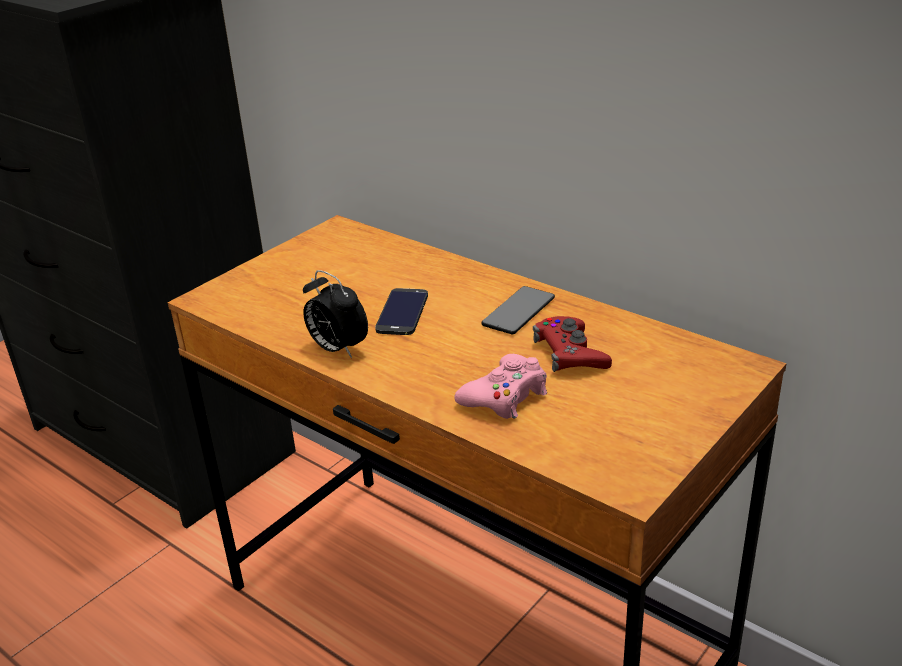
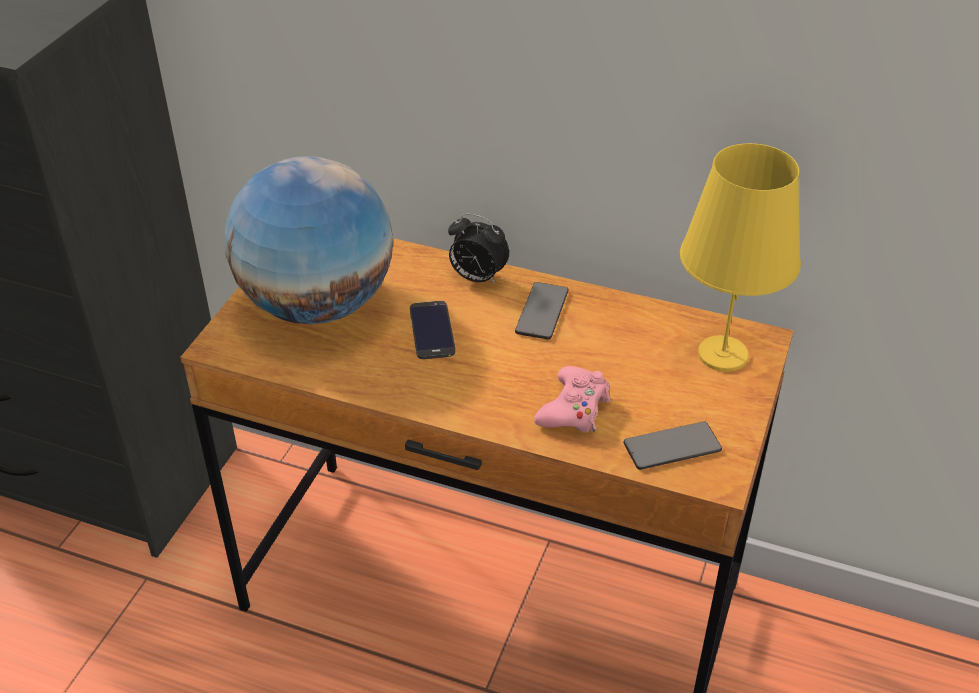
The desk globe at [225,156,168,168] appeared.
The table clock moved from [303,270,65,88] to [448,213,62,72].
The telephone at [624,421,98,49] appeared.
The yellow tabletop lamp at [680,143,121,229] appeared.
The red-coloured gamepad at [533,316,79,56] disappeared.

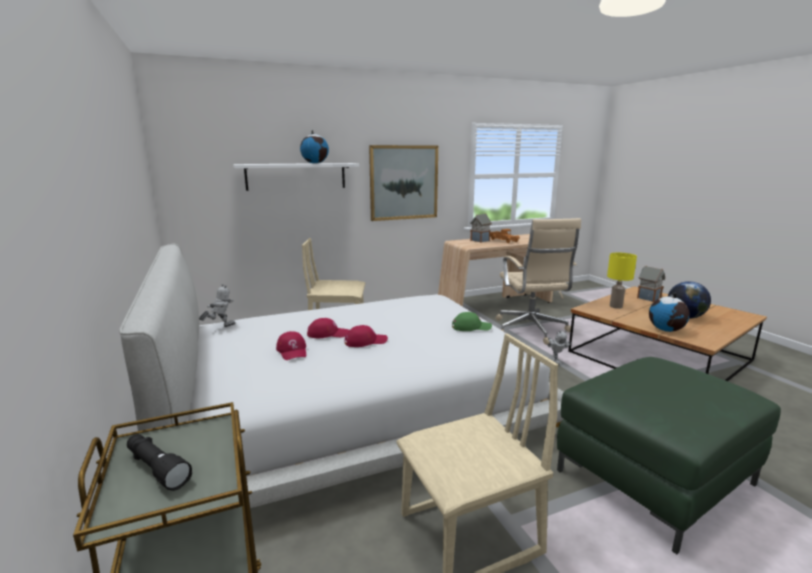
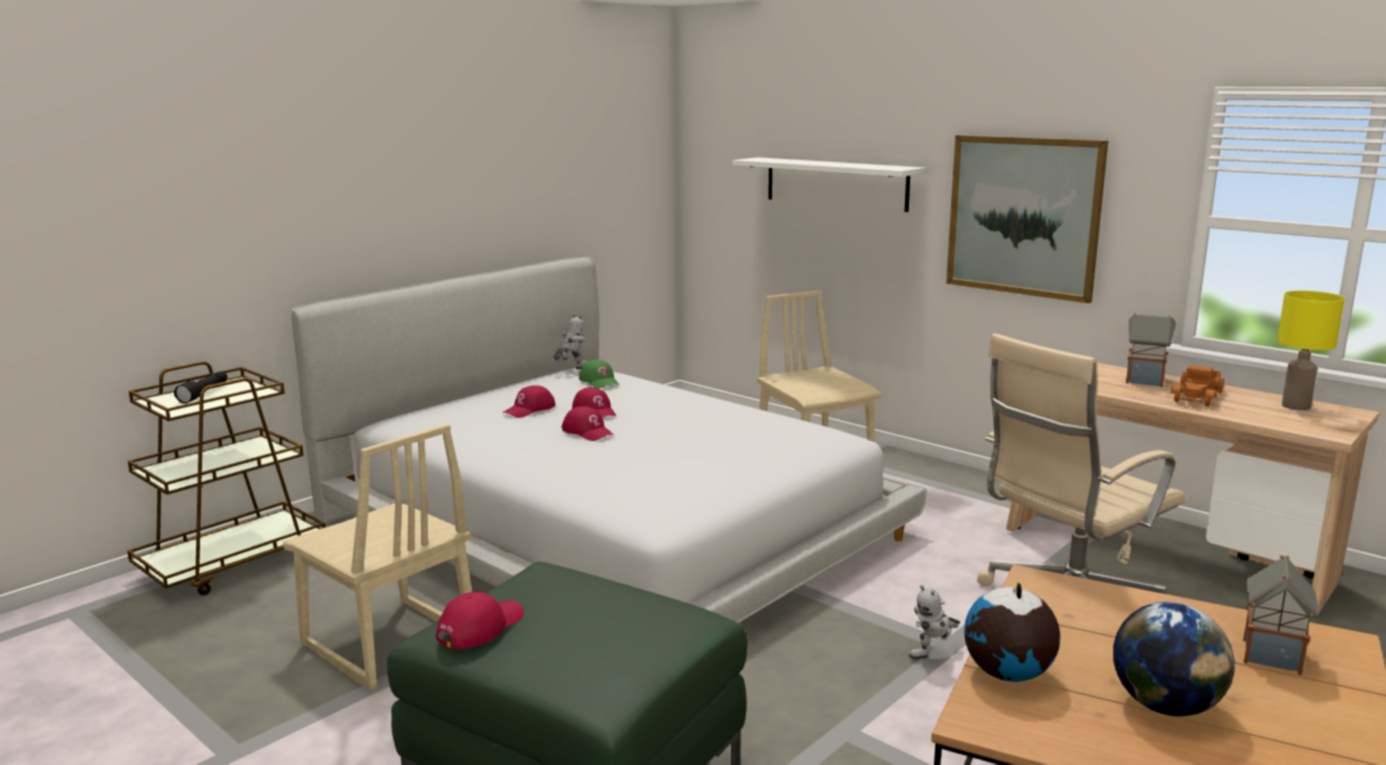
The red-coloured cap at [436,592,88,57] appeared.
The toy robot at [199,284,36,43] turned 75 degrees counterclockwise.
The green-coloured cap moved from [452,312,40,19] to [579,359,40,29].
The yellow tabletop lamp moved from [607,252,30,57] to [1277,291,68,119].
The desk globe at [300,130,29,34] disappeared.

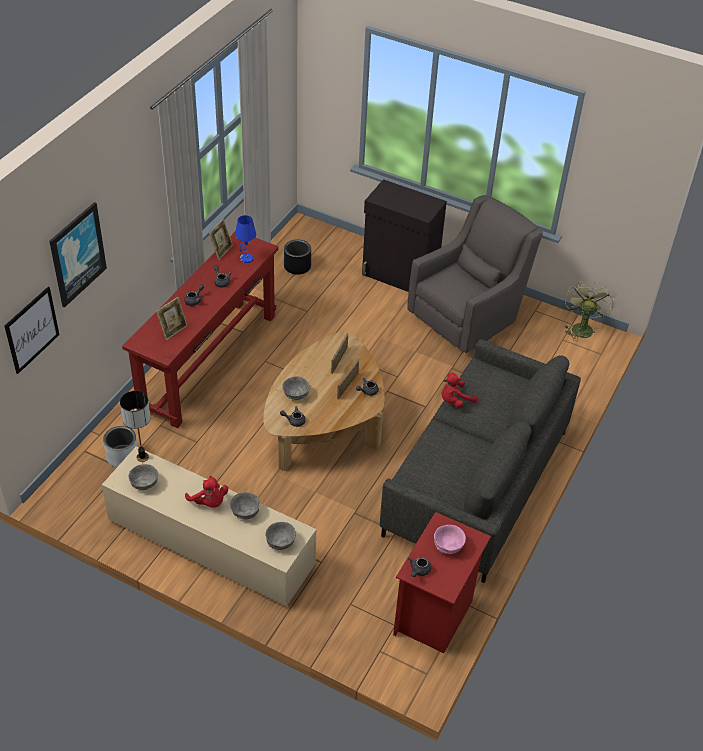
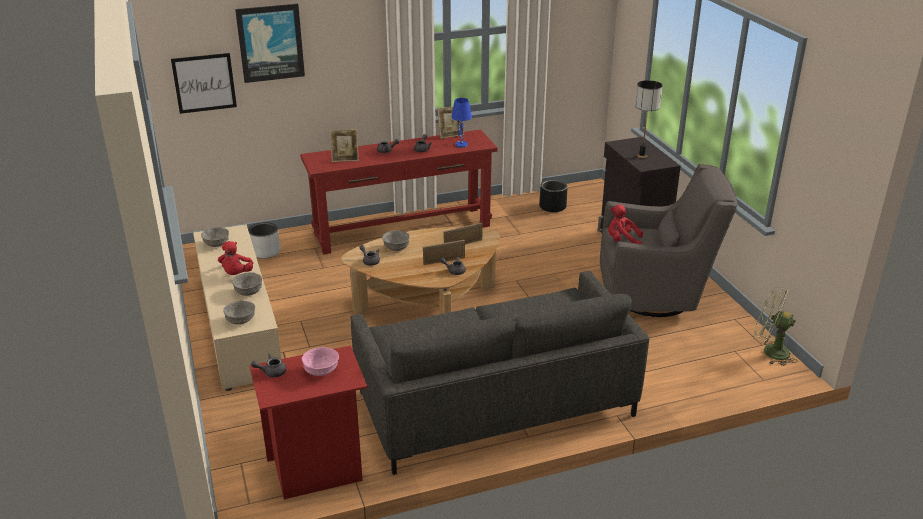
The red-coloured cuddly toy moved from [442,372,36,36] to [608,204,35,40].
The tabletop lamp moved from [120,391,31,71] to [635,80,28,78].
The green-coloured electric fan at [565,281,49,60] turned 120 degrees counterclockwise.

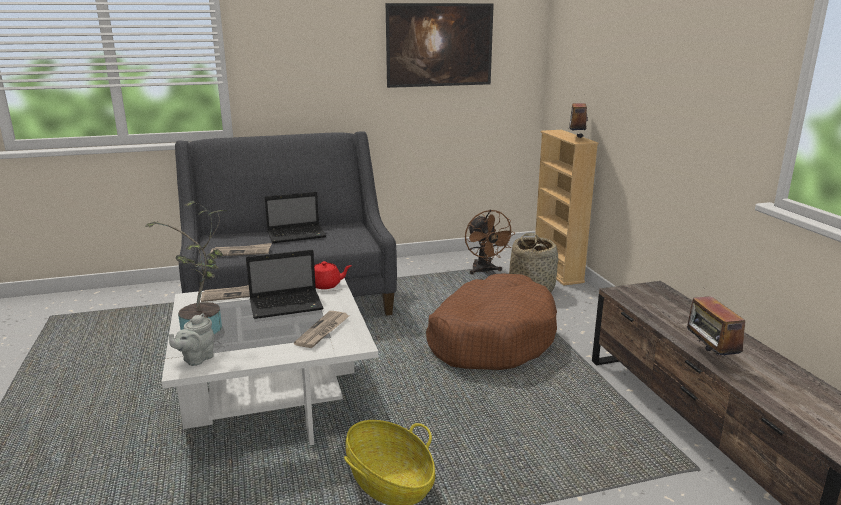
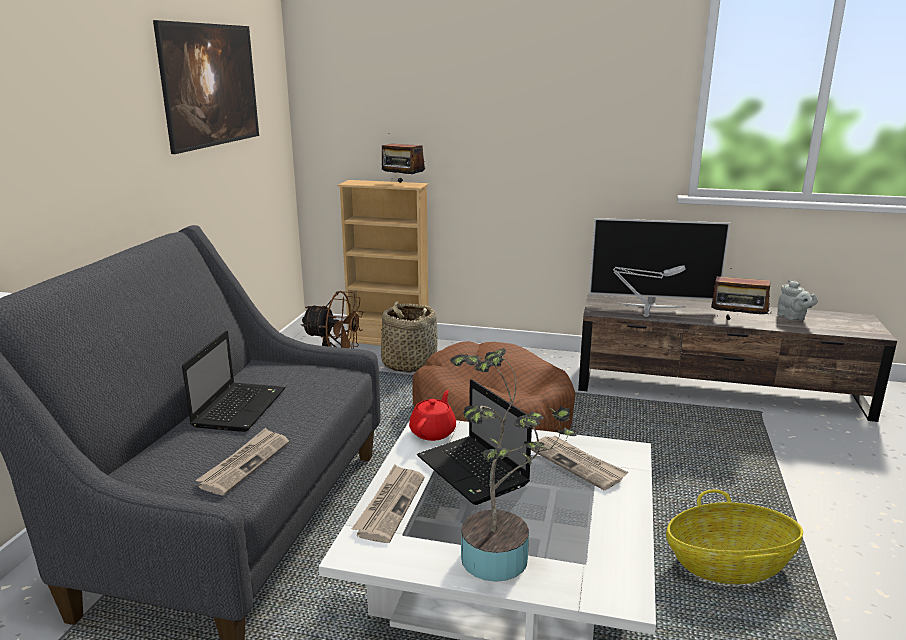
The portable computer at [246,250,77,69] turned 135 degrees clockwise.
The TV at [589,218,141,90] appeared.
The grey tabletop lamp at [613,266,73,51] appeared.
The grey pot for tea moved from [169,313,45,53] to [777,280,41,41].

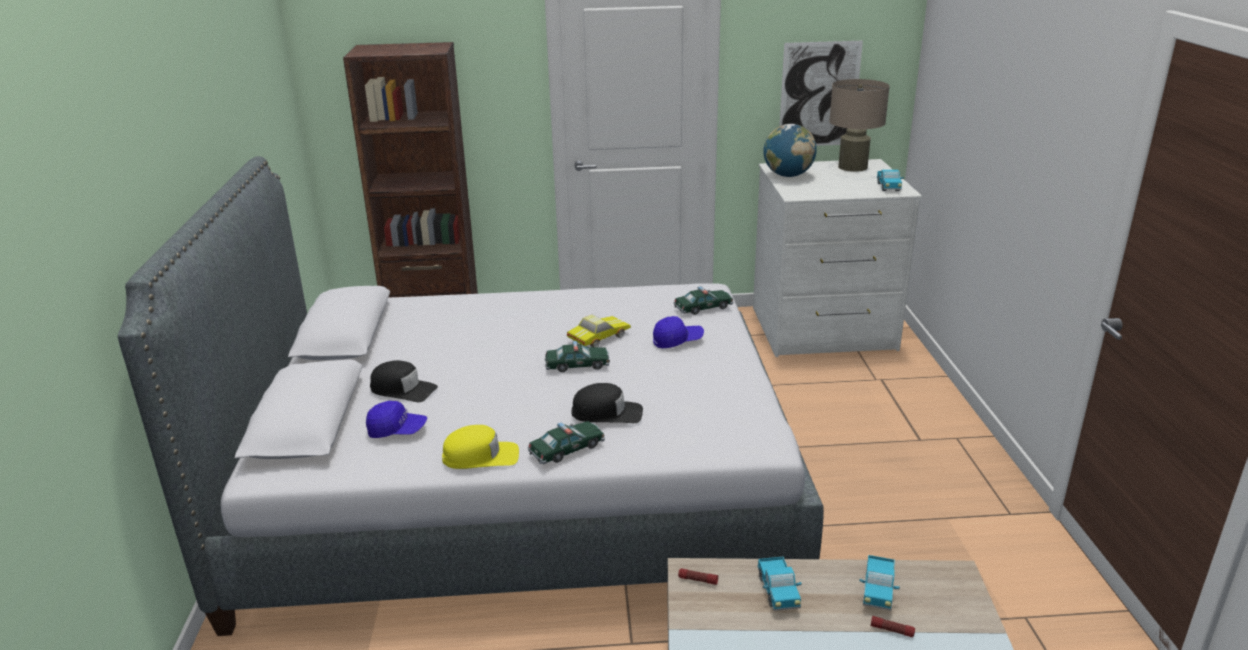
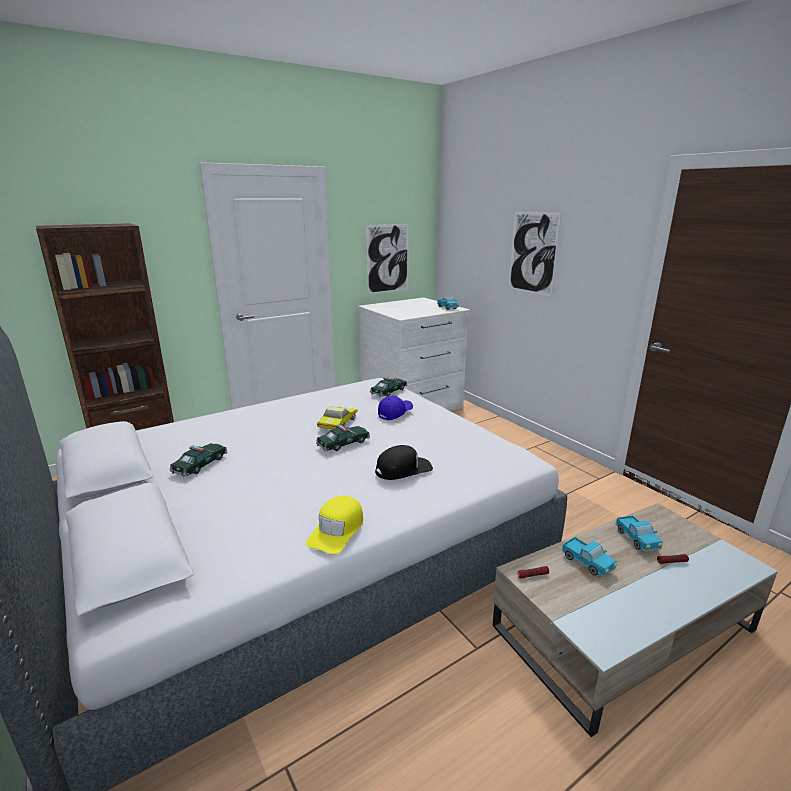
The model car moved from [528,421,77,43] to [169,443,59,34].
The yellow cap at [442,425,77,44] turned 150 degrees clockwise.
The picture at [509,211,52,86] appeared.
The blue-coloured cap at [366,401,61,37] disappeared.
The blackish cap at [370,360,68,42] disappeared.
The desk globe at [763,124,54,53] disappeared.
The sand-coloured tabletop lamp at [829,79,61,93] disappeared.

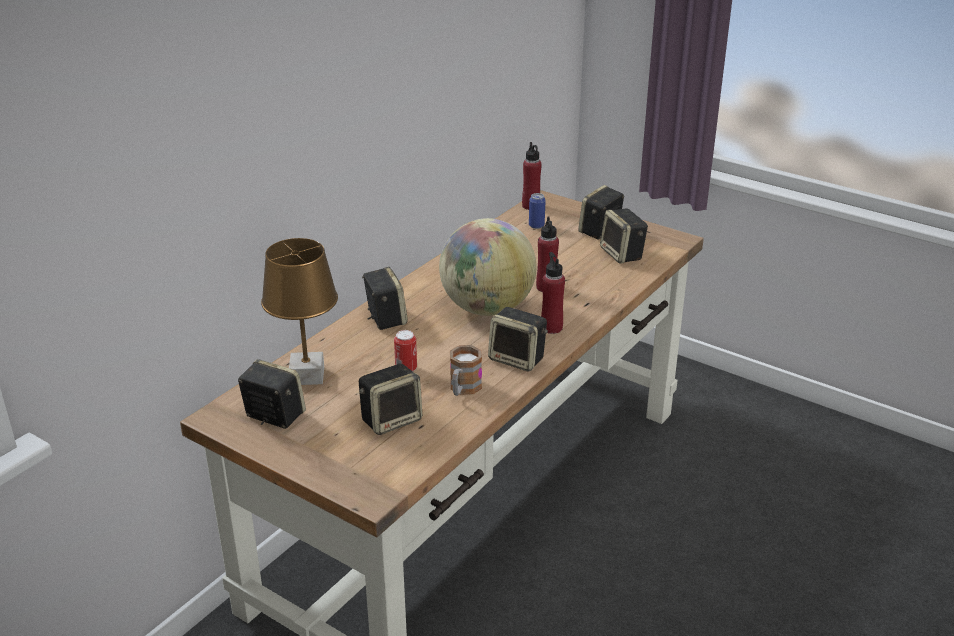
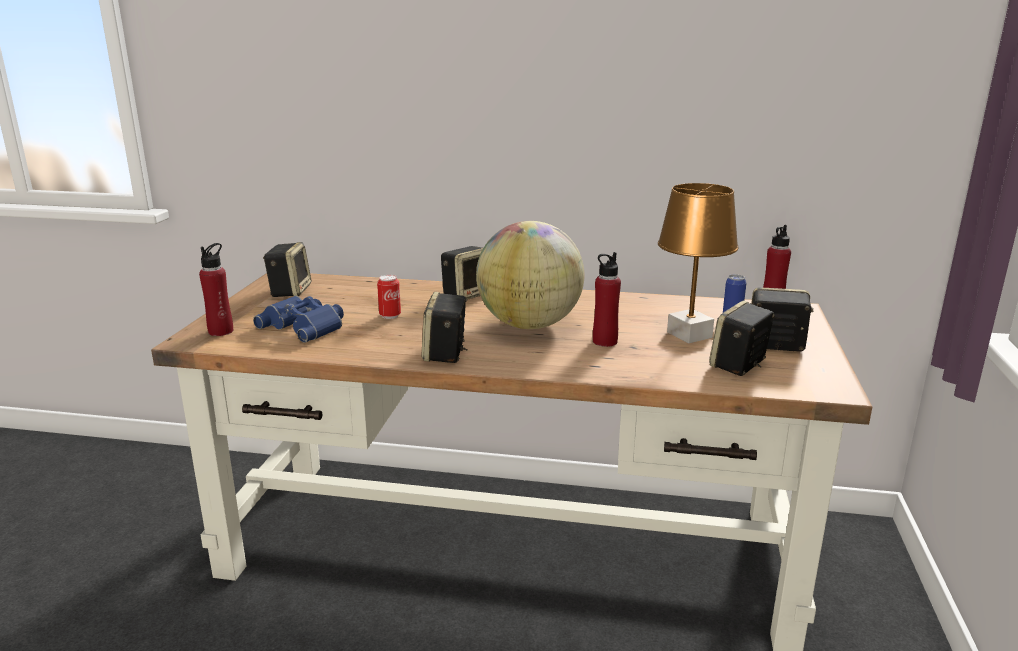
The red-coloured beverage bottle moved from [541,252,24,82] to [199,243,34,93].
The audio speaker at [359,364,63,71] was replaced by the blue-coloured pair of binoculars at [253,296,91,47].
The brown tabletop lamp moved from [261,238,77,147] to [658,183,81,160].
The mug at [450,345,32,51] disappeared.

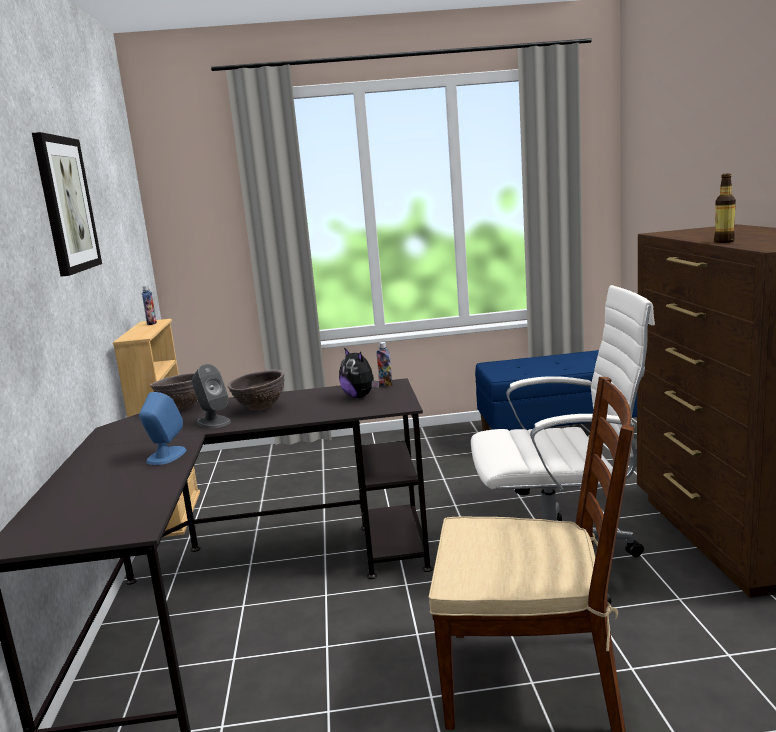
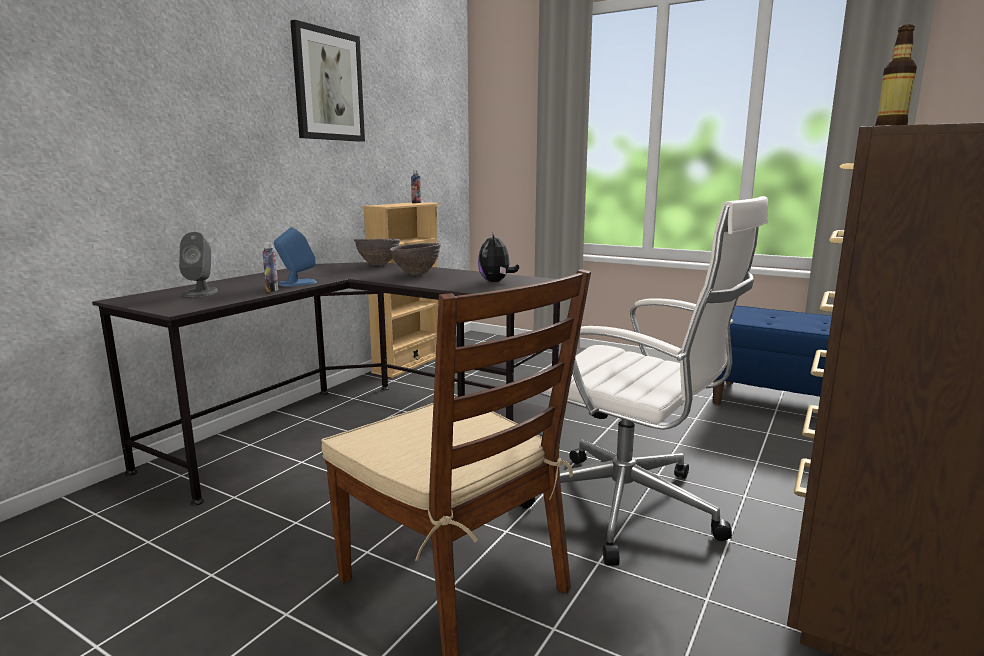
The grey audio speaker moved from [192,364,39,64] to [179,232,39,65].
The beverage bottle moved from [376,342,17,44] to [262,243,17,49].

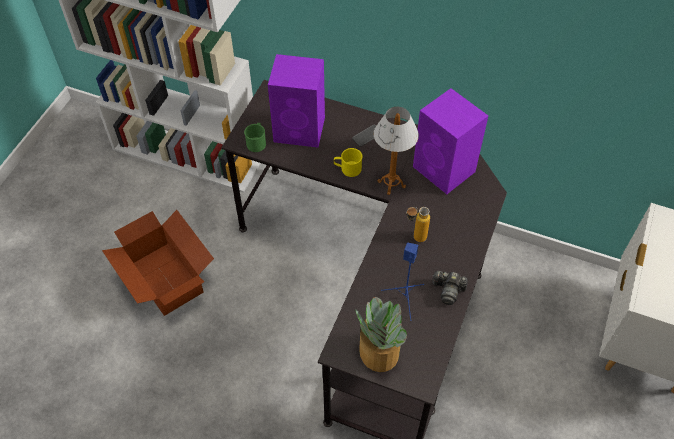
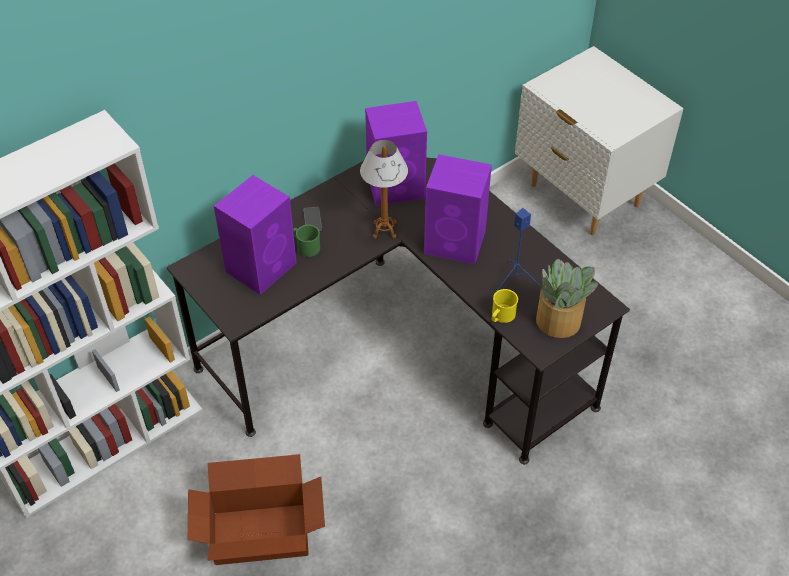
The green-coloured mug moved from [244,123,22,29] to [293,225,27,32].
The beverage bottle at [406,207,24,35] was replaced by the purple-coloured audio speaker at [424,154,68,110].
The yellow mug moved from [334,148,29,29] to [491,289,27,34].
The still camera at [432,271,36,34] disappeared.

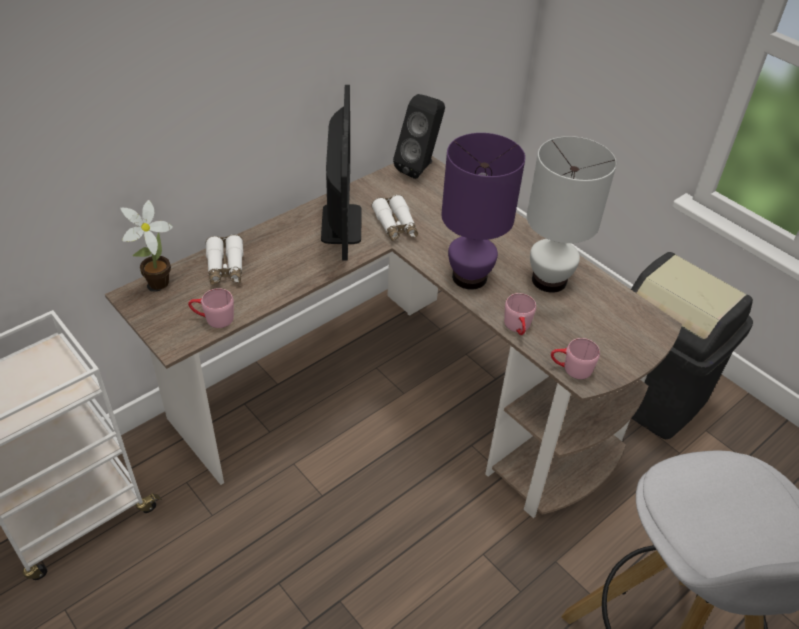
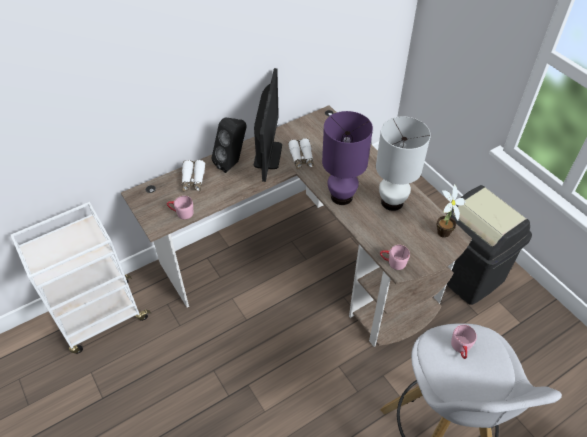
The blackish audio speaker moved from [393,94,52,85] to [212,117,34,56].
The potted plant moved from [120,200,53,90] to [436,184,30,54].
The pink mug moved from [504,293,32,43] to [451,325,26,34].

